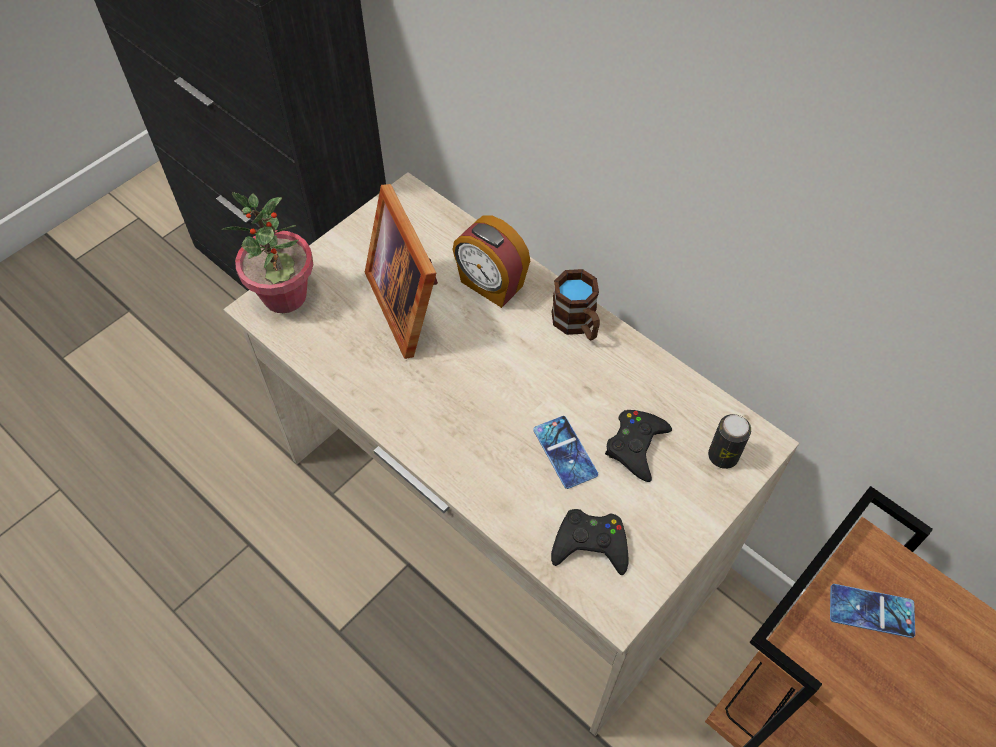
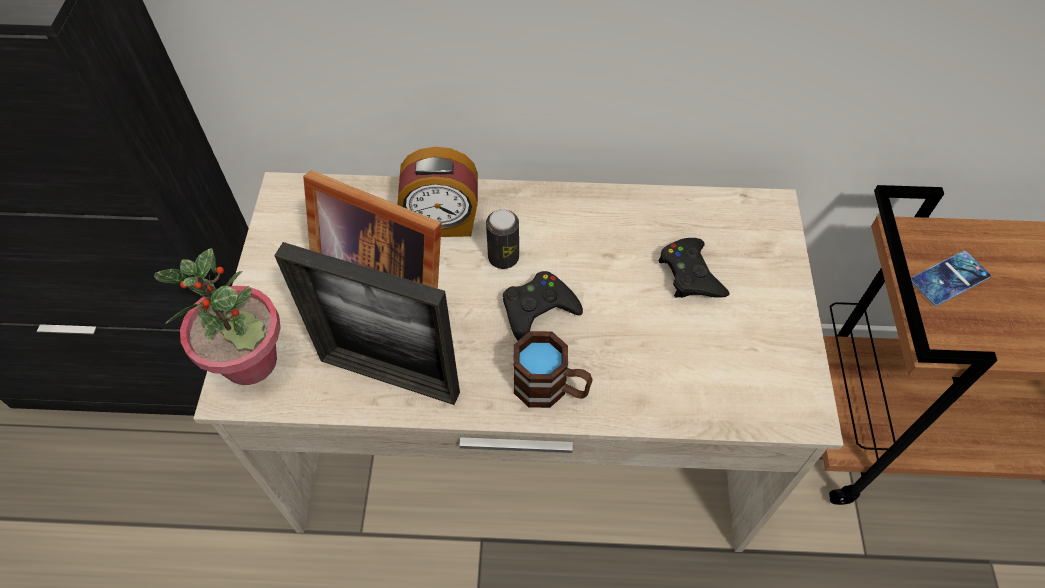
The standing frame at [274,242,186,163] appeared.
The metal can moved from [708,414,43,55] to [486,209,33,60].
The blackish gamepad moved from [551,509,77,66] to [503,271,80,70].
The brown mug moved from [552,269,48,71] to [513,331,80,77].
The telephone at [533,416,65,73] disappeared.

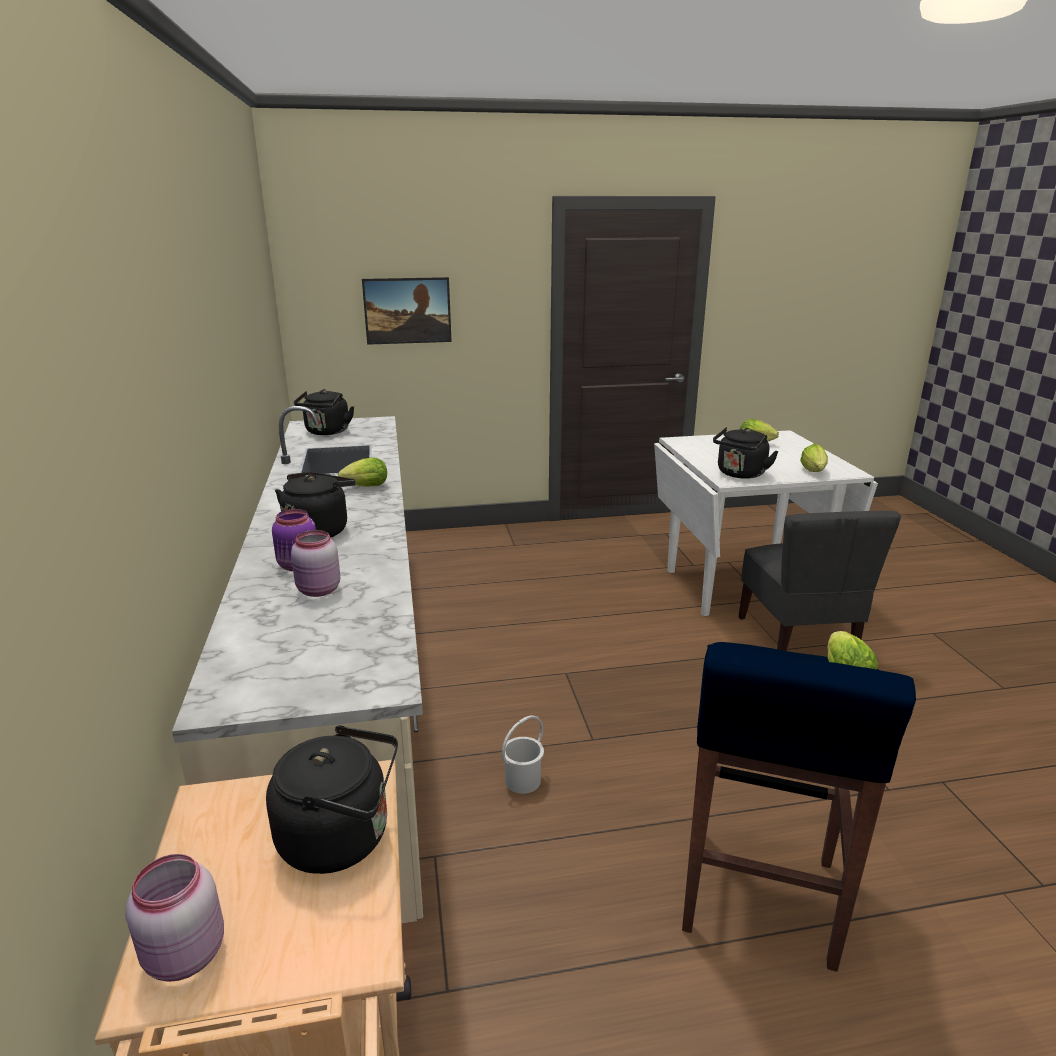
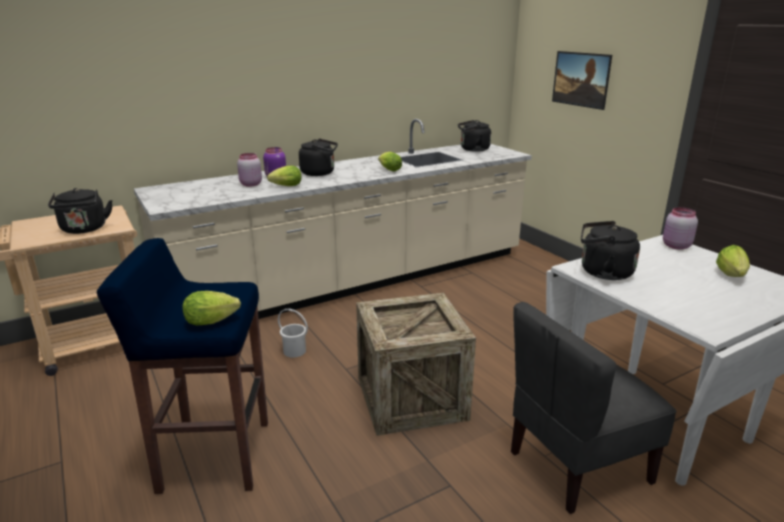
The lettuce moved from [800,444,28,28] to [267,166,34,20].
The shipping crate at [356,293,120,143] appeared.
The pink storage jar moved from [125,854,99,128] to [663,207,35,43].

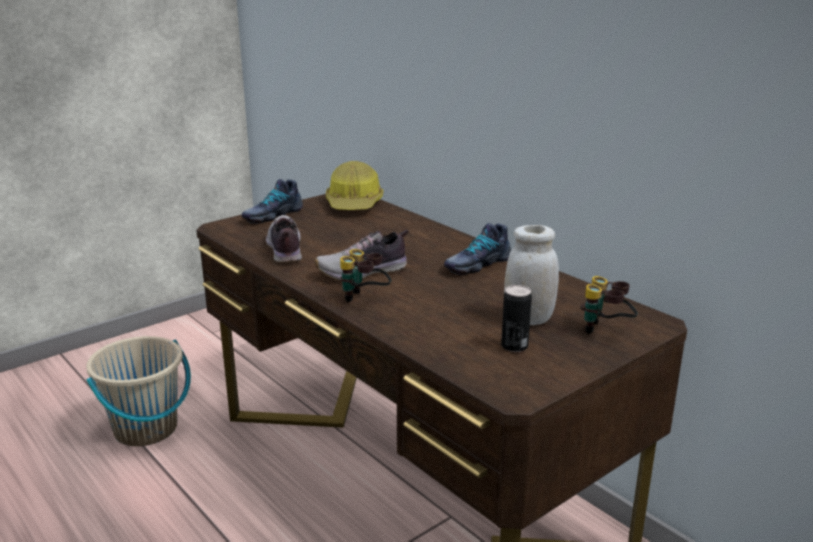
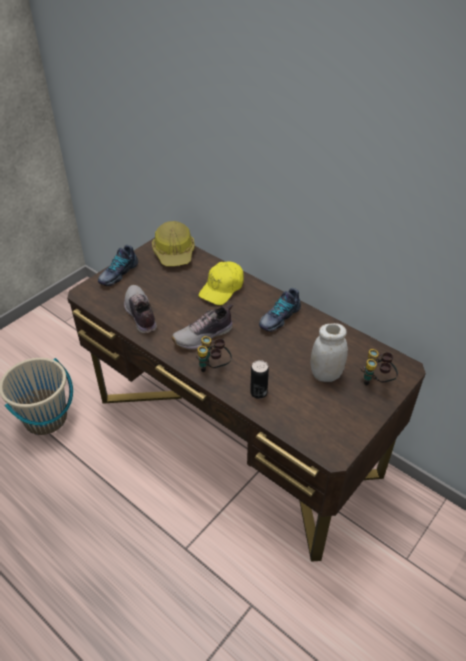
The yellow cap at [199,262,45,43] appeared.
The metal can moved from [501,285,31,67] to [250,360,19,39].

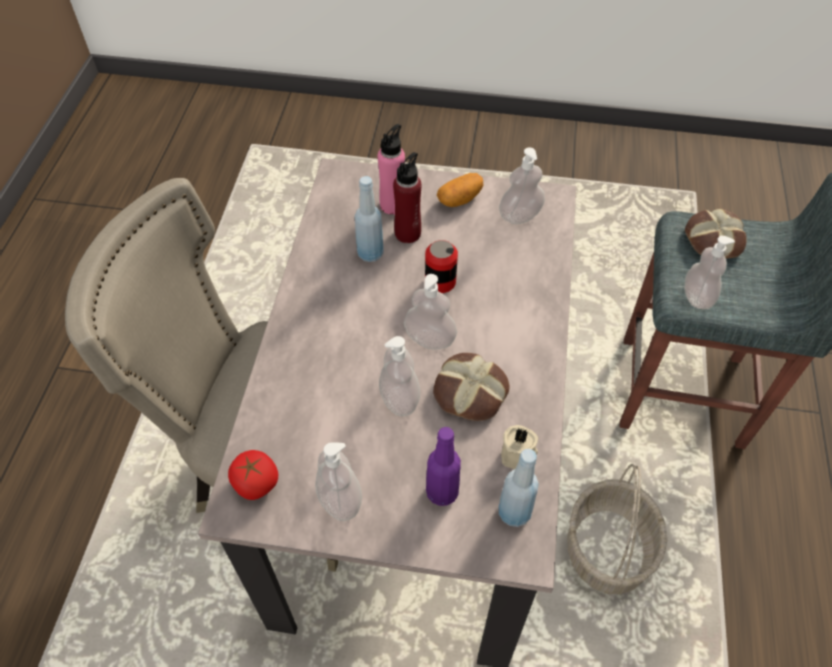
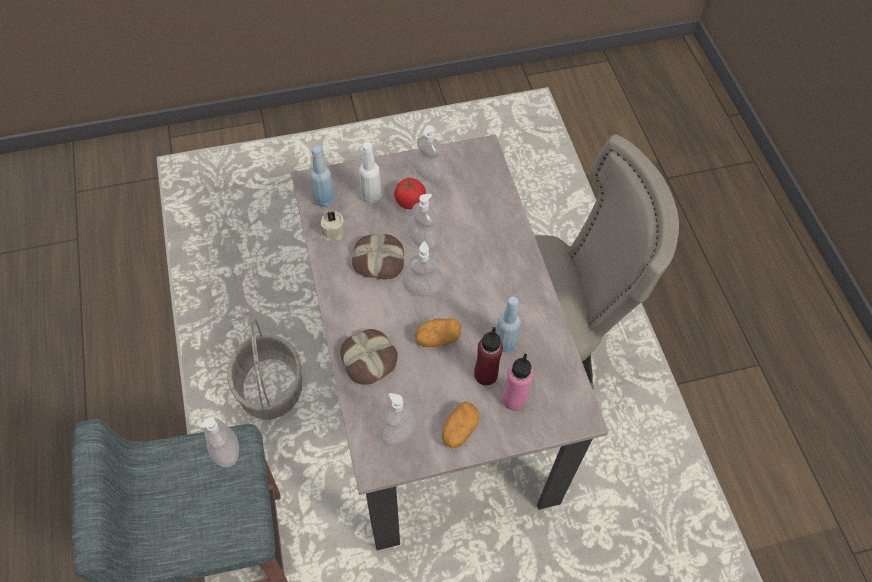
The baked bread moved from [685,209,62,49] to [340,329,58,56].
The purple-coloured beverage bottle at [426,427,35,79] became the white-coloured beverage bottle at [359,142,23,62].
The whole tomato moved from [228,450,50,50] to [394,178,32,31].
The metal can at [425,240,33,53] was replaced by the spud at [414,318,47,29].

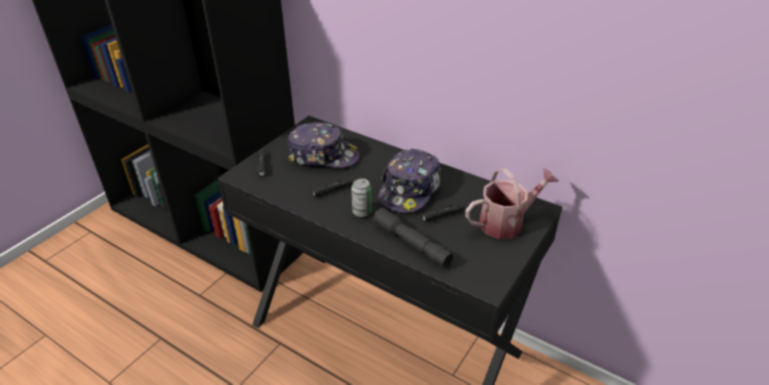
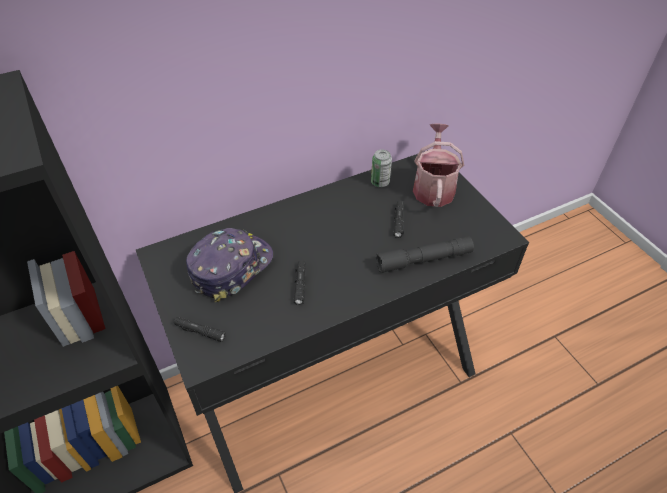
The metal can moved from [351,178,21,39] to [371,149,21,38].
The cap at [378,149,63,64] disappeared.

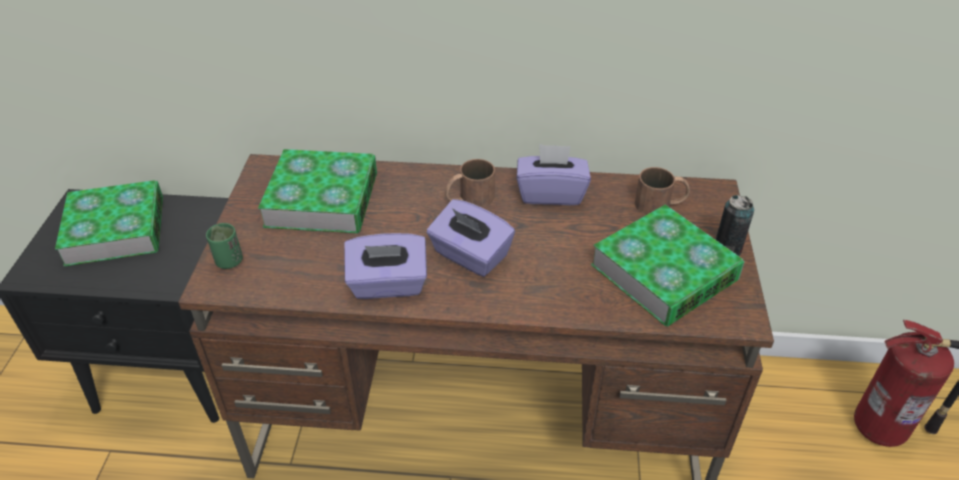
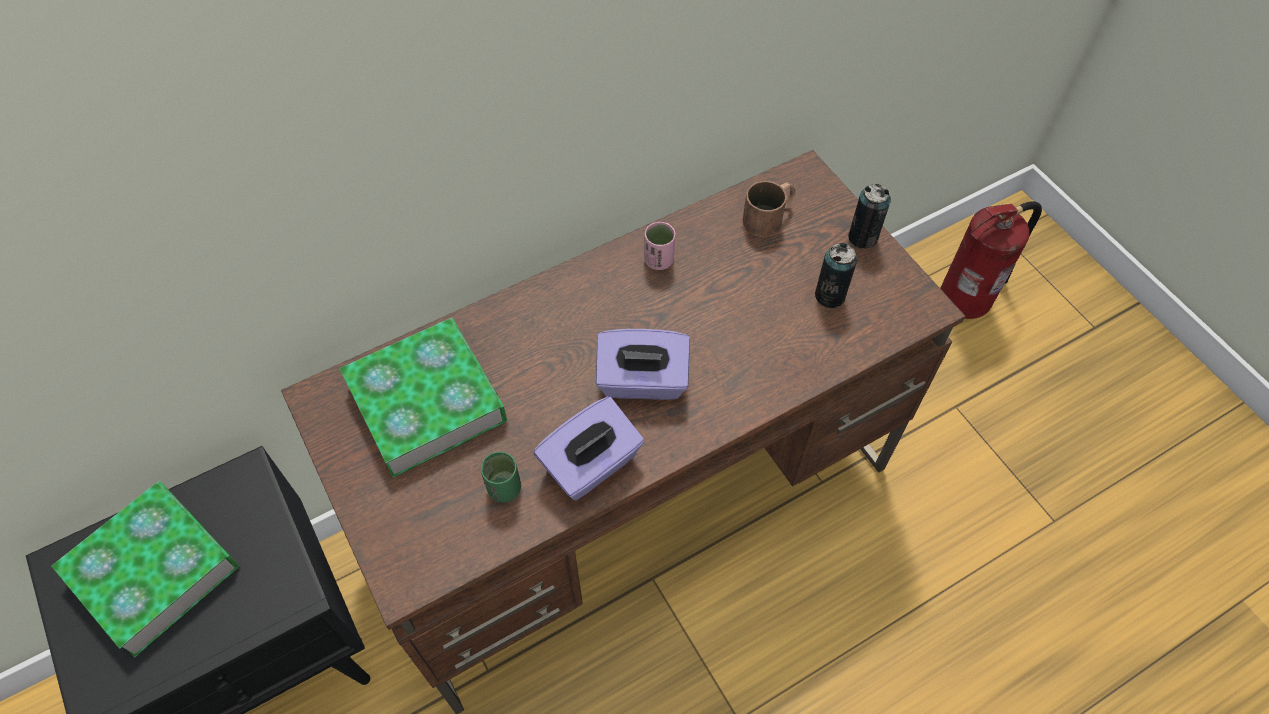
The green-coloured small cup moved from [206,223,37,46] to [481,452,40,50].
The purple-coloured tissue holder at [517,144,74,61] was replaced by the pink small cup at [644,222,31,48].
The bound book at [591,204,154,123] was replaced by the metal can at [815,243,42,65].
The brown mug at [445,159,50,48] disappeared.

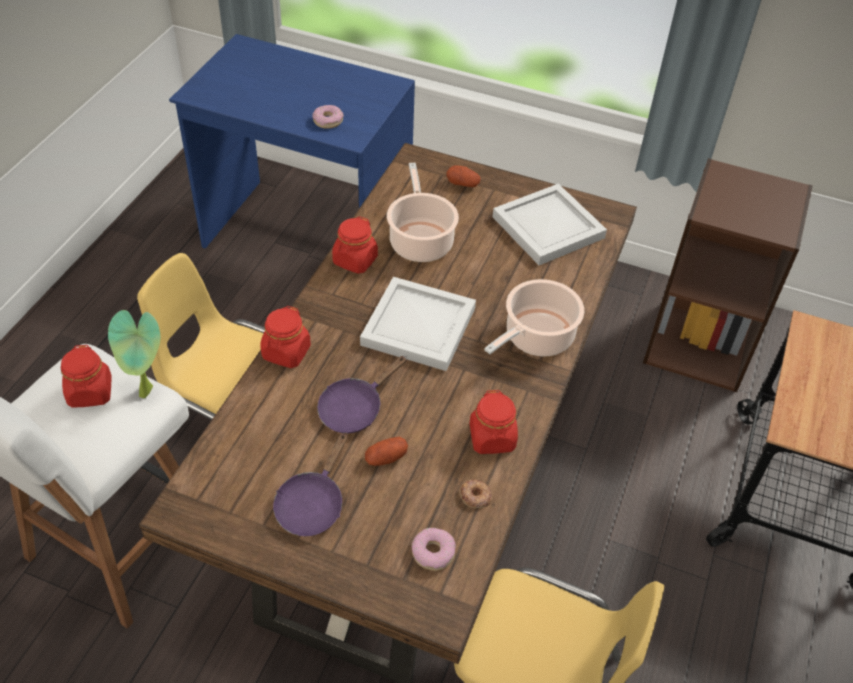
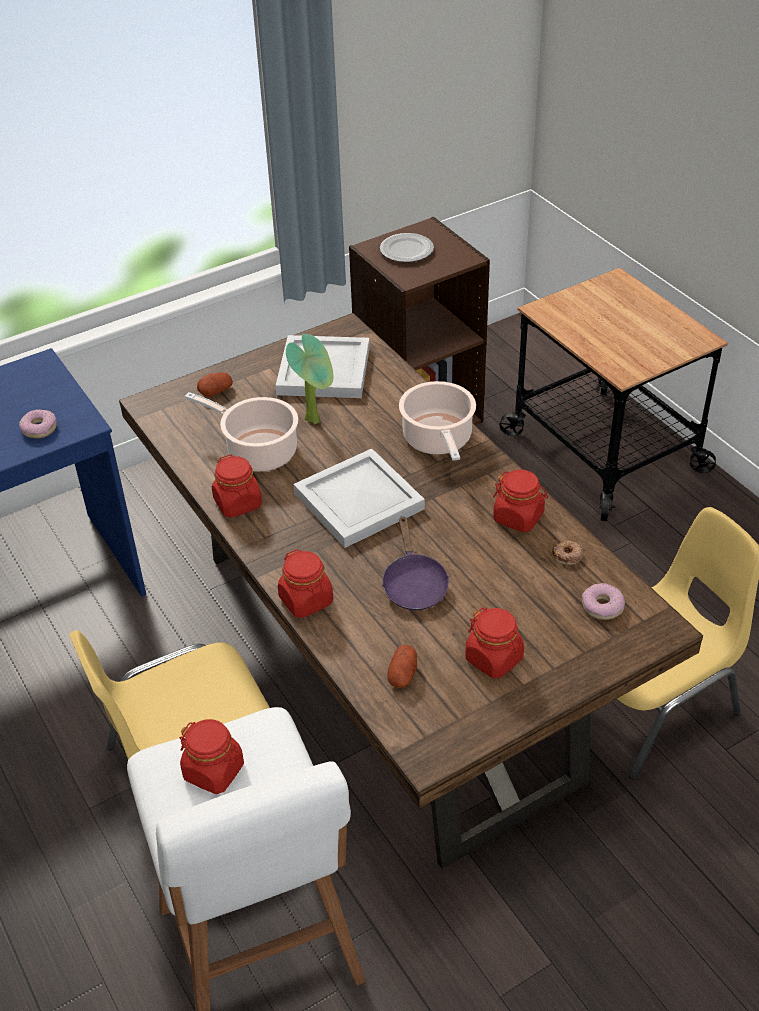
The potted plant moved from [108,310,52,88] to [286,334,47,90].
The flat dish at [380,233,54,29] appeared.
The spud moved from [365,437,43,29] to [387,645,30,43].
The purple-coloured frying pan at [273,432,75,104] was replaced by the red-coloured storage jar at [465,607,59,72].

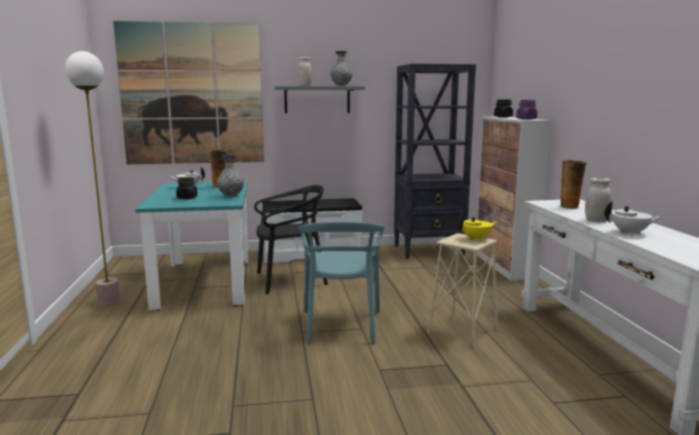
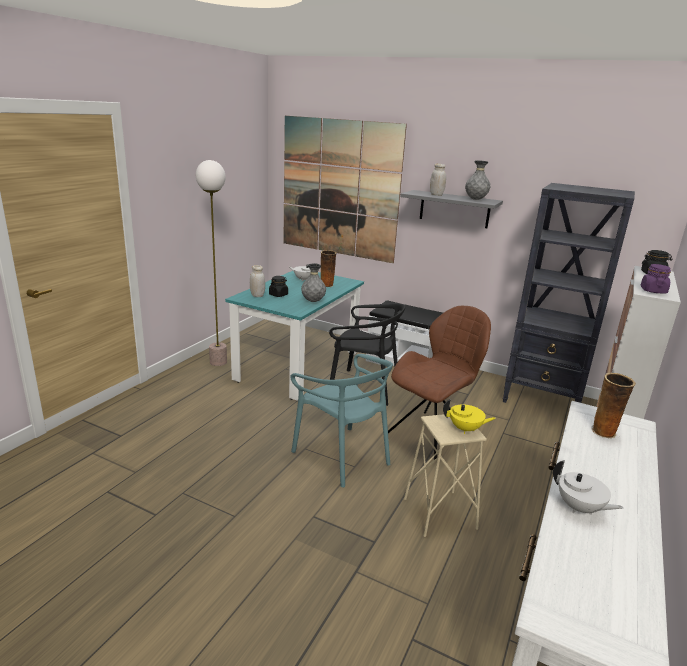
The white-coloured storage jar moved from [585,178,27,44] to [250,265,15,32].
The turquoise plain chair at [298,222,87,122] turned 75 degrees counterclockwise.
The brown plain chair at [388,306,103,154] appeared.

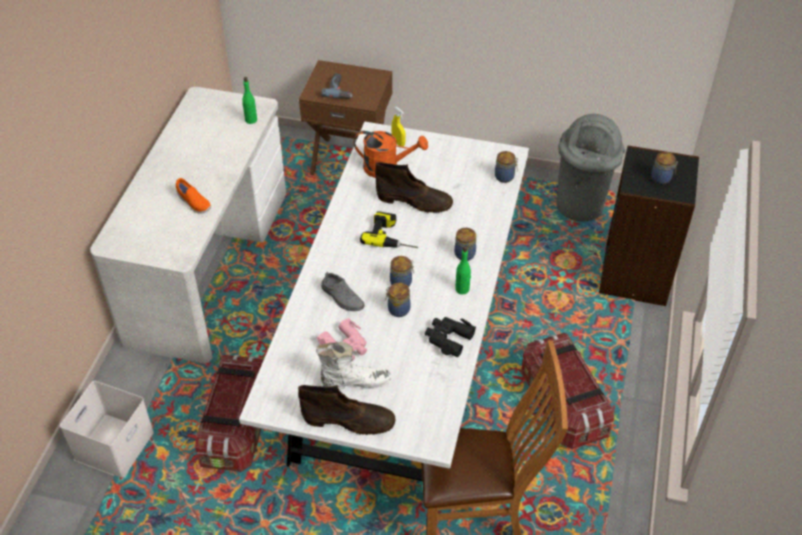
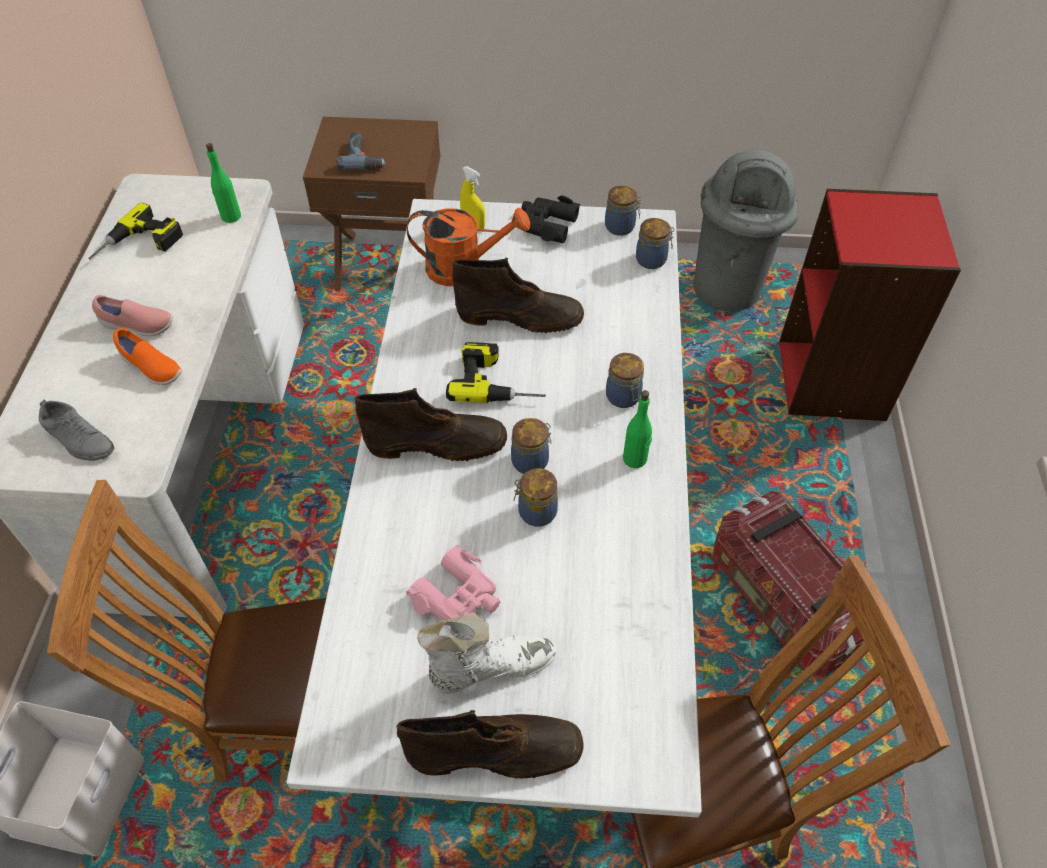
The grey low shoe moved from [321,272,43,39] to [39,399,75,62].
The storage container at [195,355,69,117] was replaced by the brown plain chair at [47,480,279,301].
The power drill at [88,202,95,58] appeared.
The pink low shoe at [92,295,81,41] appeared.
The brown boot at [354,388,153,73] appeared.
The blackish pair of binoculars moved from [425,317,51,40] to [522,196,58,48].
The storage jar moved from [651,152,27,32] to [605,185,36,51].
The blackish bookcase at [599,146,100,160] became the red-coloured bookcase at [779,189,182,232].

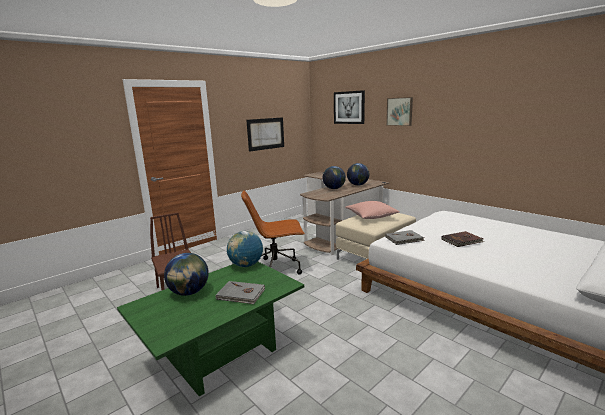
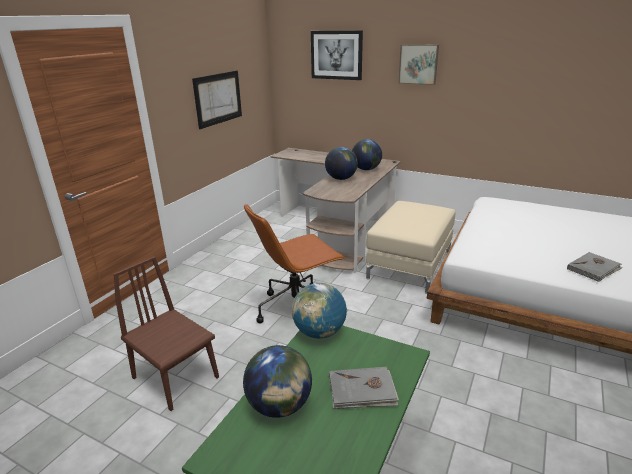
The grey bound book moved from [385,230,39,15] to [567,252,56,30].
The pink cushion at [345,201,54,18] disappeared.
The brown bound book at [441,231,44,16] disappeared.

